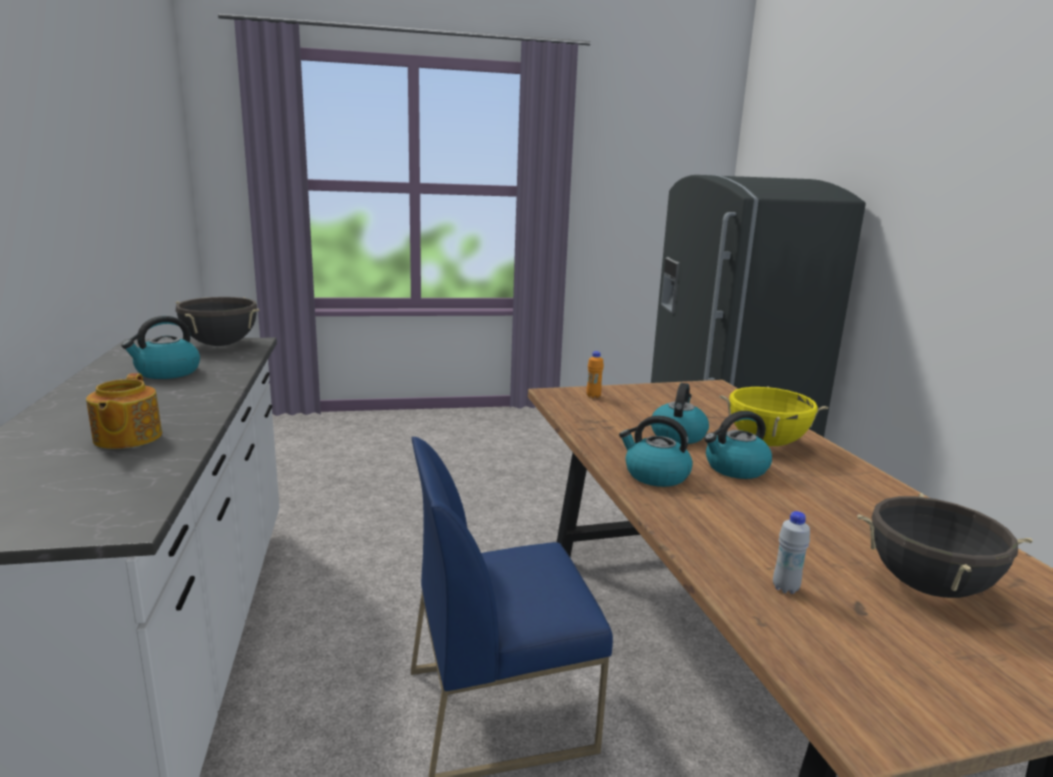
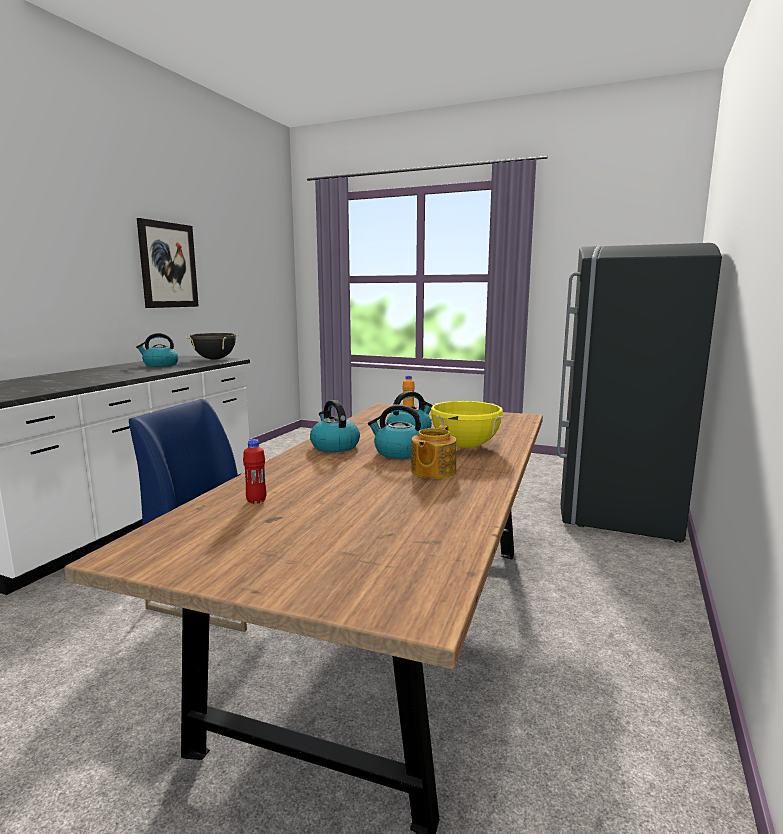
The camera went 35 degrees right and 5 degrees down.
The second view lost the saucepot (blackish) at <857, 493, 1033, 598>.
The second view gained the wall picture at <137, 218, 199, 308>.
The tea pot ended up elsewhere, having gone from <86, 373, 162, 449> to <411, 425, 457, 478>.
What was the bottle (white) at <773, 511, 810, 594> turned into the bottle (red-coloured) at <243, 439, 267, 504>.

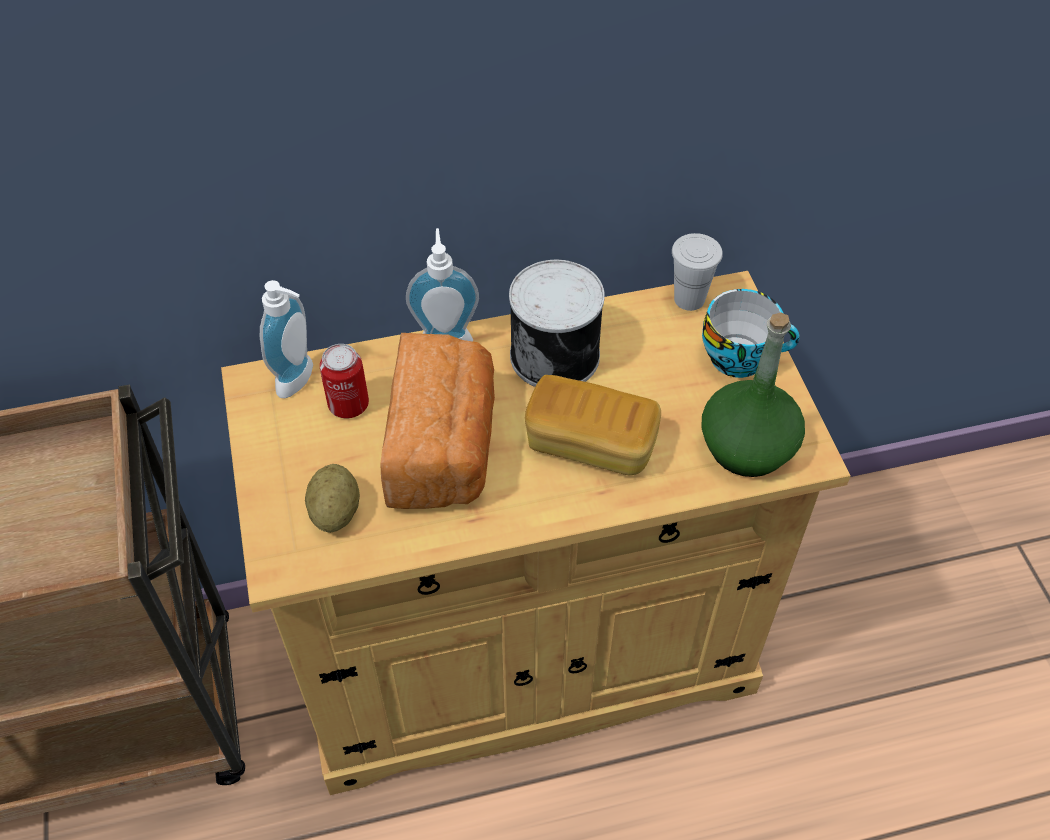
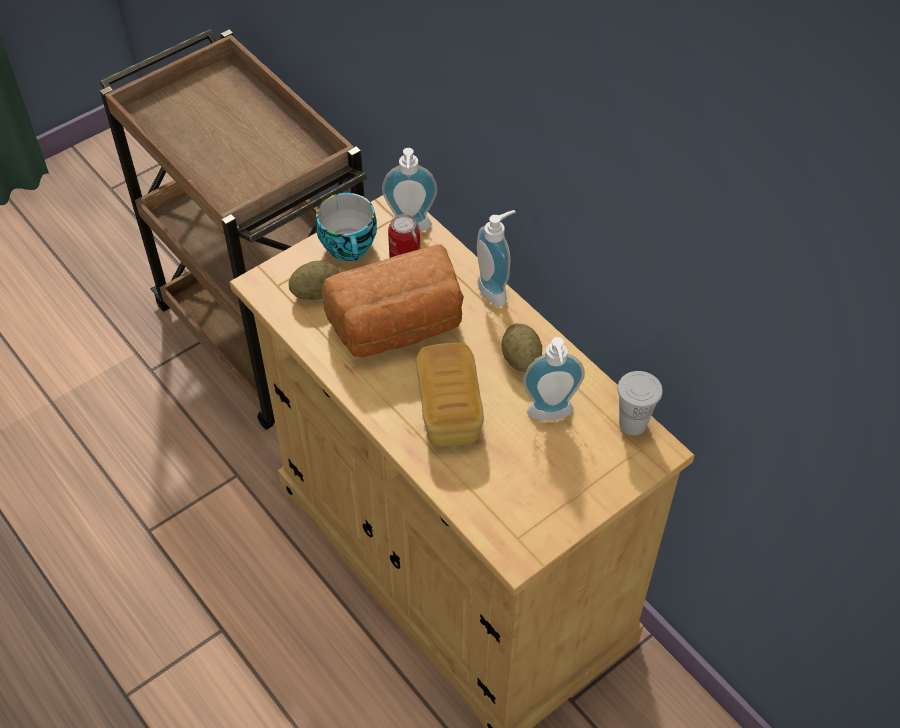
The camera went 65 degrees right and 0 degrees up.
The second view lost the bottle (green) at <701, 312, 805, 477>.
The second view gained the soap bottle at <523, 337, 585, 421>.
The small cup ended up elsewhere, having gone from <702, 289, 800, 378> to <316, 193, 377, 262>.
Where the sealed can stood at <509, 260, 605, 387>, the potato came to stand at <501, 323, 542, 372>.

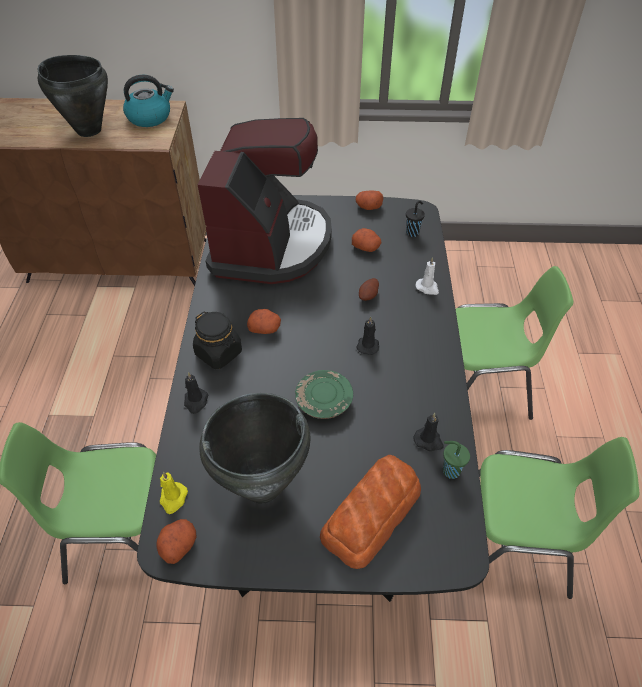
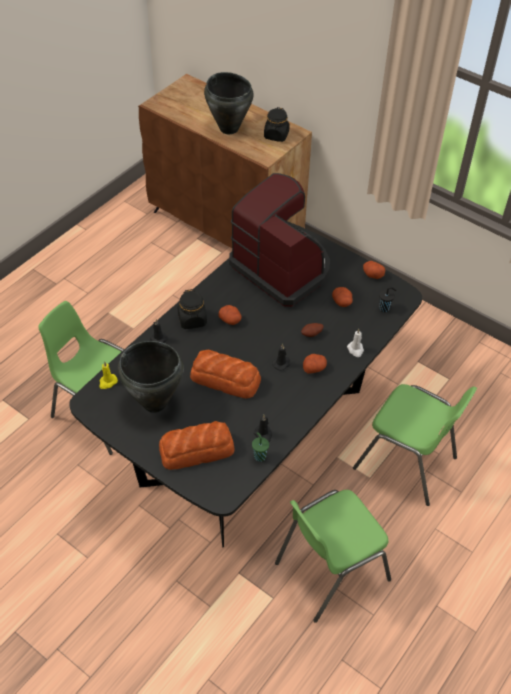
The camera went 35 degrees right and 0 degrees up.
The potato ended up elsewhere, having gone from <156, 519, 196, 564> to <303, 354, 327, 374>.
Where the water kettle stood at <123, 75, 174, 127>, the storage jar (blackish) came to stand at <264, 107, 290, 142>.
Where the flat dish (green) stood at <295, 370, 353, 419>, the bakery bread came to stand at <190, 350, 261, 398>.
The coffee machine at <198, 118, 332, 284> ended up facing another way, 90 degrees counterclockwise from before.
The plain chair (green) at <479, 437, 639, 599> ended up facing another way, 105 degrees clockwise from before.

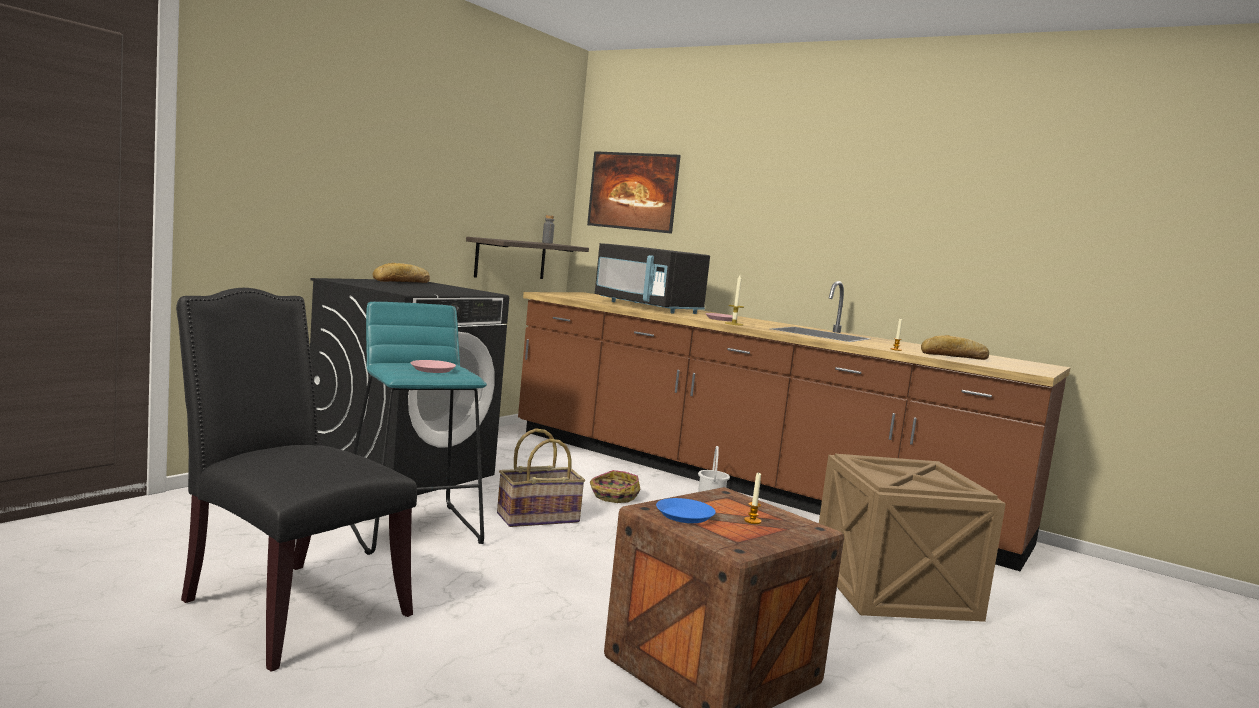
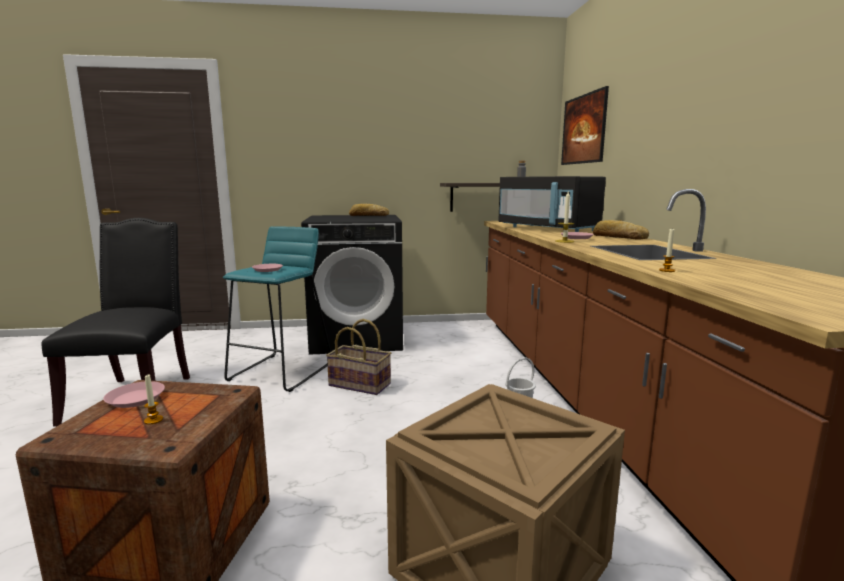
The camera went 50 degrees right and 5 degrees up.
The second view lost the storage basket at <590, 470, 641, 503>.
The bakery bread ended up elsewhere, having gone from <921, 335, 989, 360> to <593, 220, 649, 240>.
What was the flat dish (blue-coloured) at <656, 498, 716, 523> turned into the flat dish (pink-coloured) at <103, 381, 165, 408>.
The microwave (blackish) at <595, 243, 710, 314> ended up facing another way, 45 degrees counterclockwise from before.

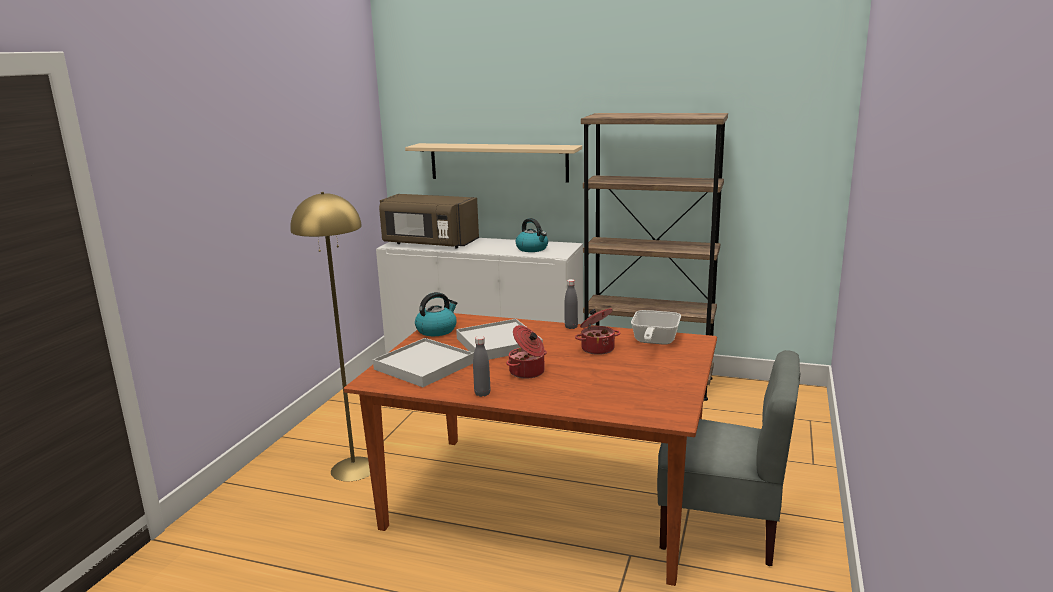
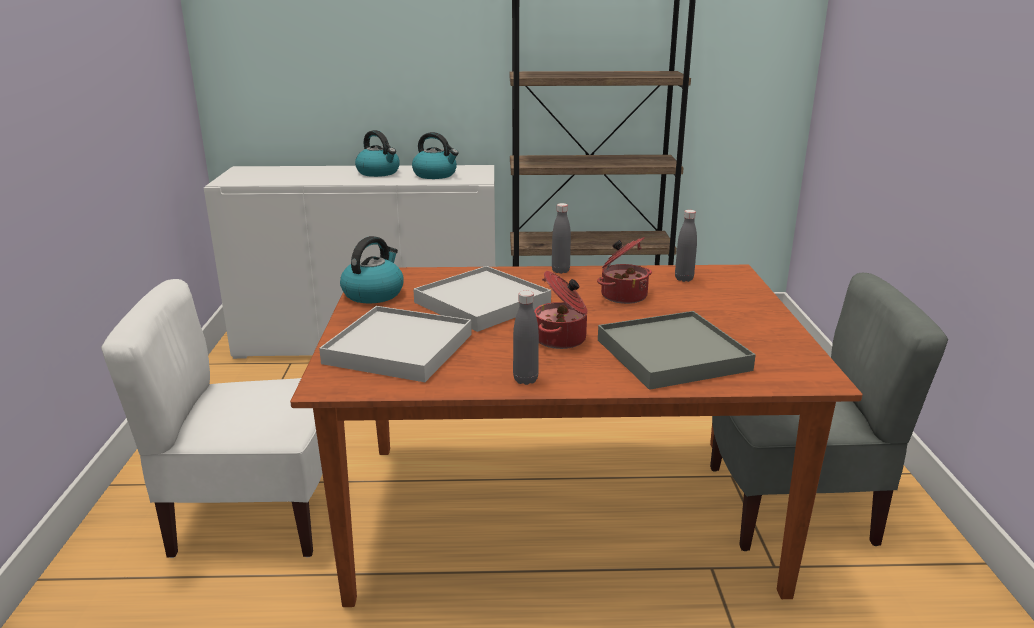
The camera went 20 degrees left and 5 degrees up.
The second view lost the microwave (brownish) at <379, 194, 479, 249>.
The second view lost the bracket shelf (beige) at <405, 143, 582, 183>.
The second view gained the water kettle at <355, 130, 400, 177>.
The second view gained the tray (grey) at <598, 311, 756, 390>.
Where the standard lamp (yellow-coloured) stood at <290, 192, 370, 481>, the plain chair (white) came to stand at <101, 279, 322, 558>.
Where the skillet stood at <631, 310, 681, 345>, the bottle (grey) came to stand at <675, 210, 697, 282>.

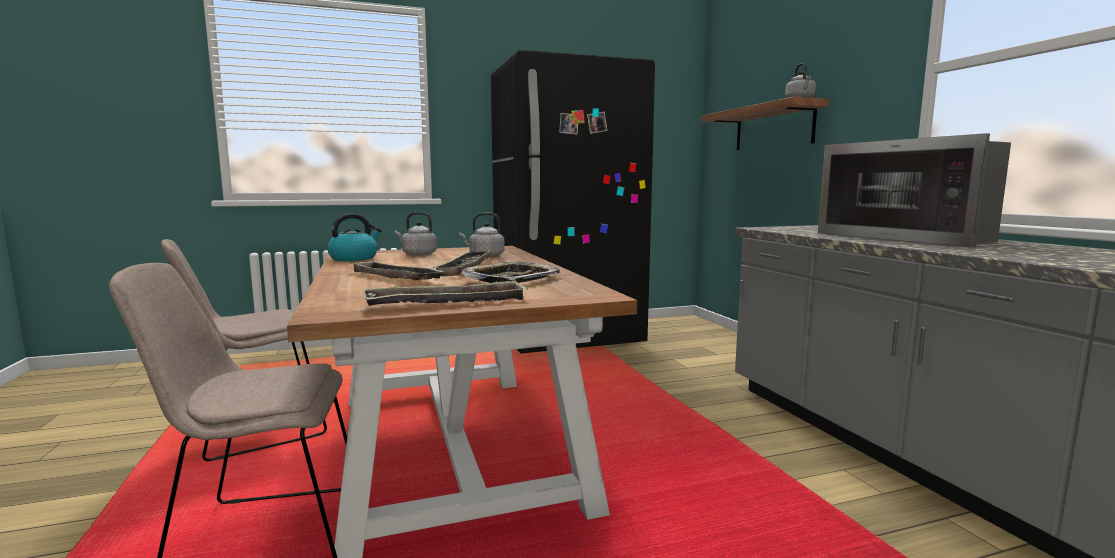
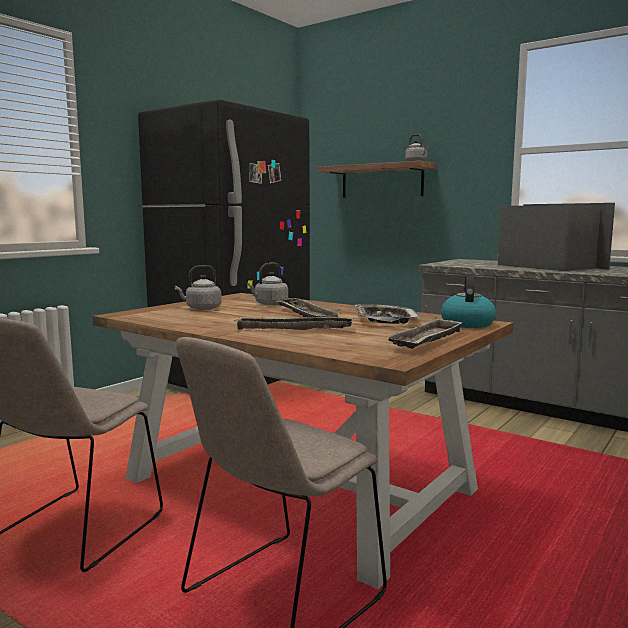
The camera went 35 degrees left and 0 degrees up.
The water kettle ended up elsewhere, having gone from <327, 214, 381, 261> to <441, 274, 496, 328>.
The microwave at <818, 133, 1011, 247> ended up facing another way, 150 degrees counterclockwise from before.

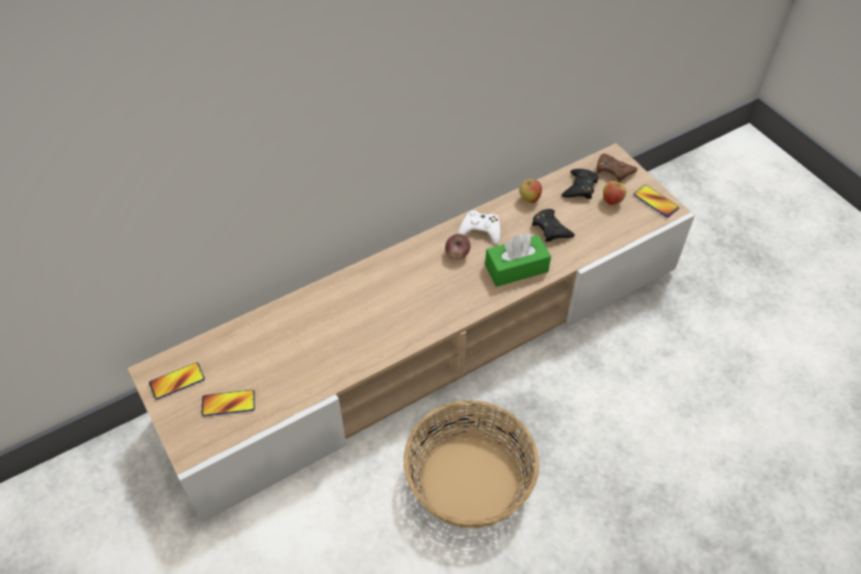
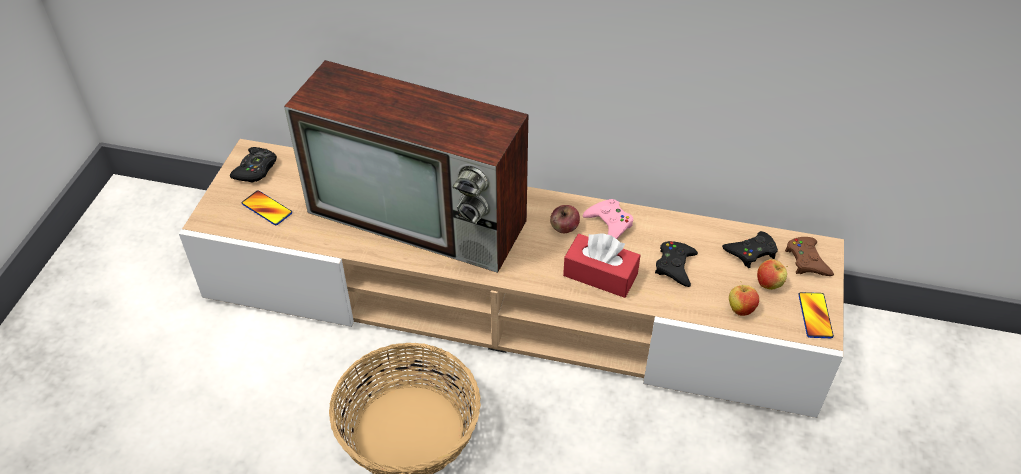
The camera went 45 degrees right and 5 degrees down.
The second view gained the TV set at <284, 60, 528, 273>.
The whole apple ended up elsewhere, having gone from <519, 179, 542, 203> to <729, 281, 759, 316>.
Where the telephone stood at <149, 362, 205, 400>, the joypad (blackish) came to stand at <230, 147, 277, 182>.
What was the joypad (white) at <458, 210, 500, 245> turned into the joypad (pink-coloured) at <583, 199, 633, 239>.
What was the tissue holder (green) at <485, 233, 551, 287> turned into the tissue holder (red-coloured) at <563, 233, 641, 298>.

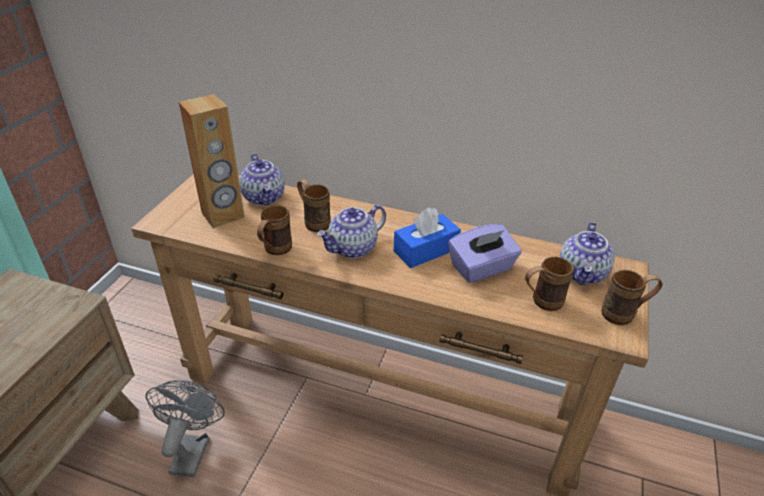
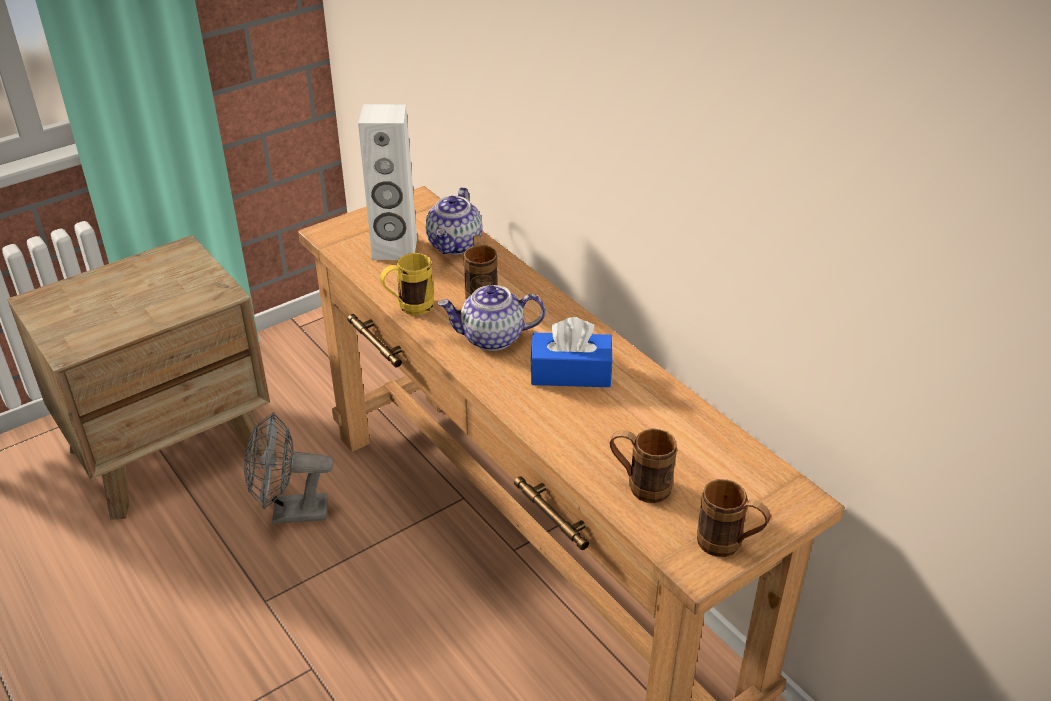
The camera went 35 degrees right and 0 degrees up.
The second view lost the tissue holder (purple-coloured) at <448, 224, 522, 283>.
The second view lost the tea pot at <560, 222, 615, 285>.
What was the speaker (brownish) at <179, 94, 245, 228> turned into the speaker (white) at <358, 104, 417, 260>.
What was the coffee mug (brownish) at <257, 205, 292, 255> turned into the coffee mug (yellow-coloured) at <380, 253, 434, 315>.
The cooling fan (grey) at <146, 380, 225, 477> ended up facing another way, 135 degrees counterclockwise from before.

